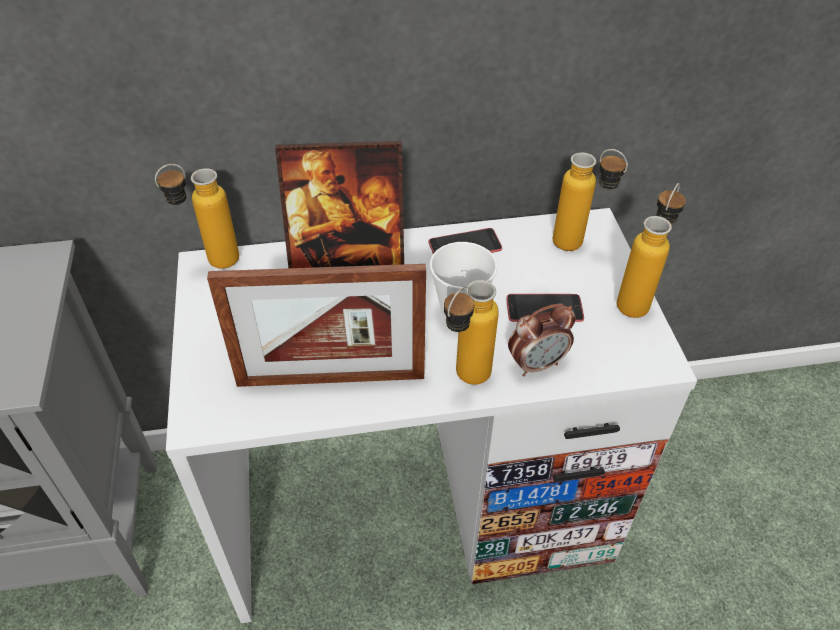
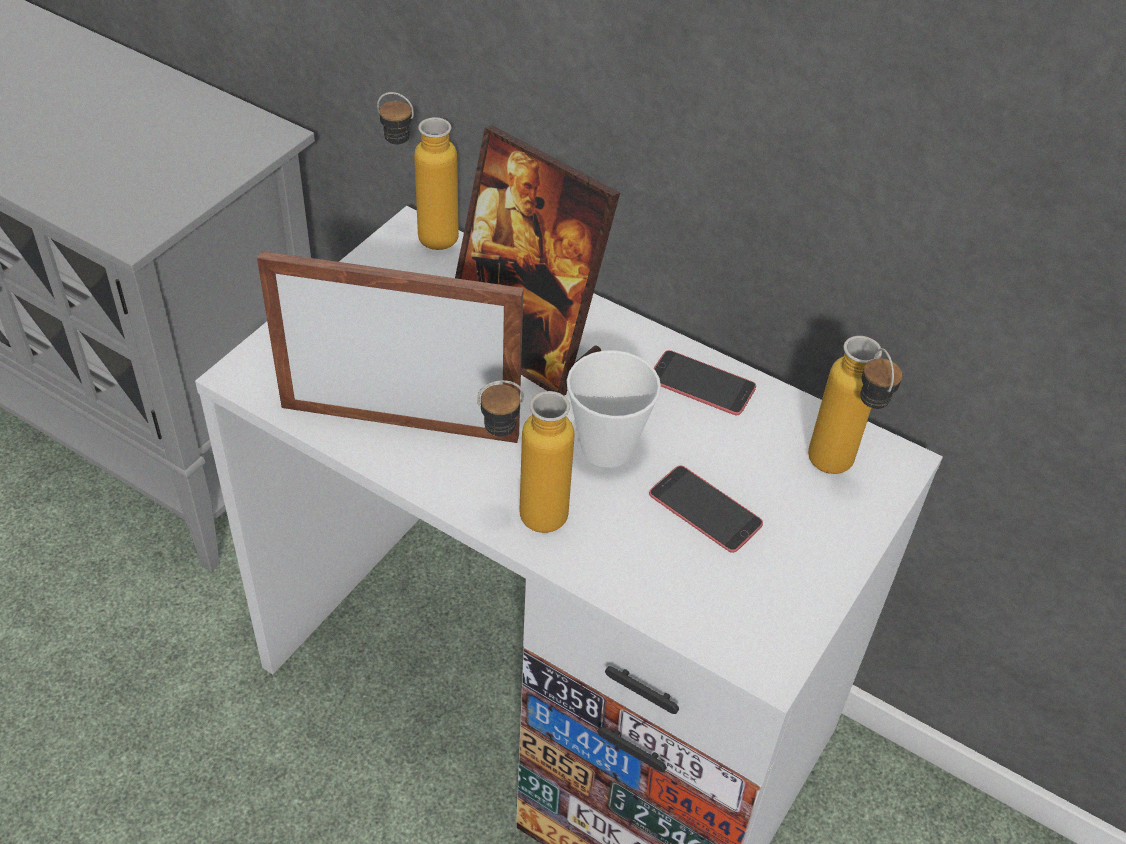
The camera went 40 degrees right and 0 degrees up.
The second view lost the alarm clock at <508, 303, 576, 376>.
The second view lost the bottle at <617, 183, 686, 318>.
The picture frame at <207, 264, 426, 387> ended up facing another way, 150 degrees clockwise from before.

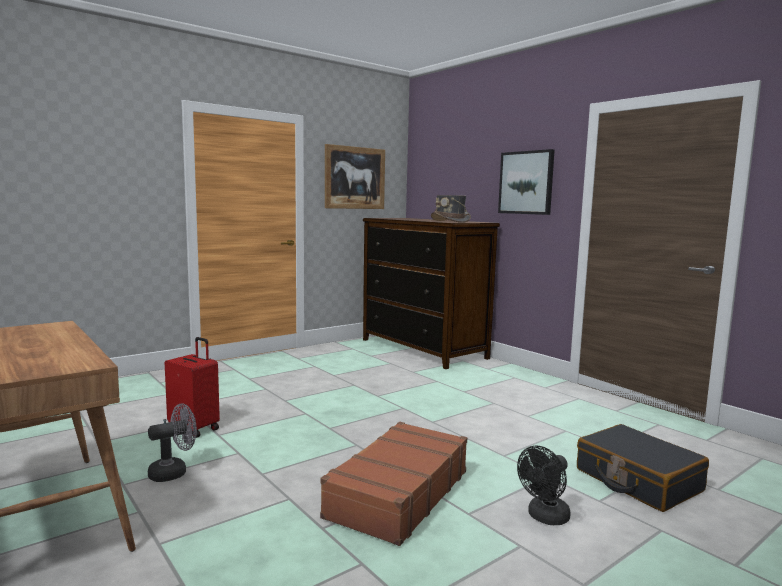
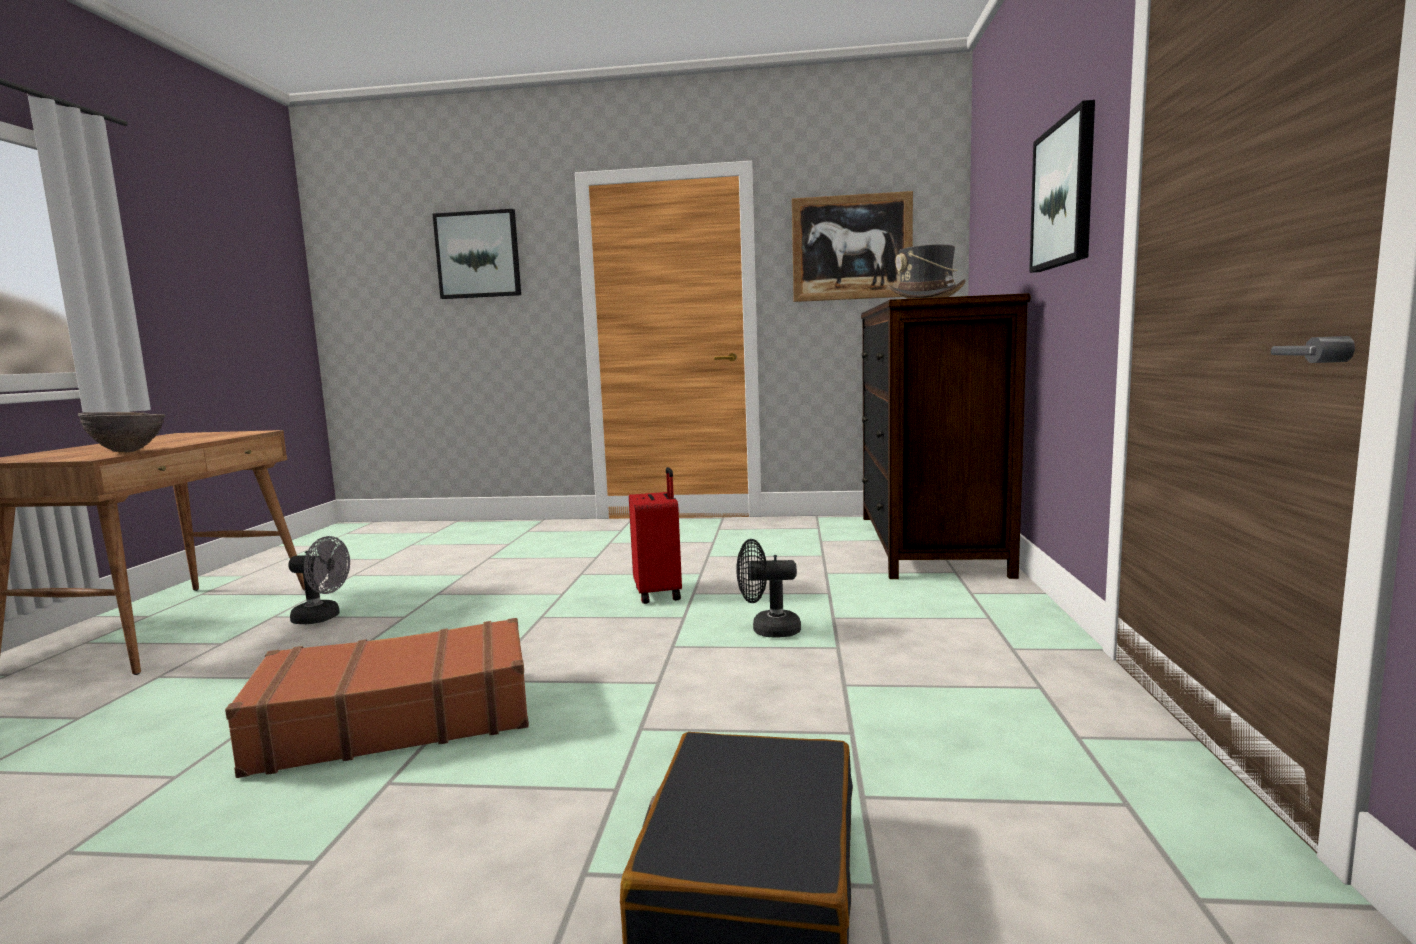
The camera went 45 degrees right and 0 degrees up.
The second view gained the bowl (brownish) at <78, 412, 165, 453>.
The second view gained the wall picture at <433, 209, 521, 299>.
The travel case (red-coloured) ended up elsewhere, having gone from <165, 337, 220, 438> to <629, 467, 682, 604>.
The cooling fan (blackish) ended up elsewhere, having gone from <517, 446, 571, 525> to <736, 539, 801, 637>.

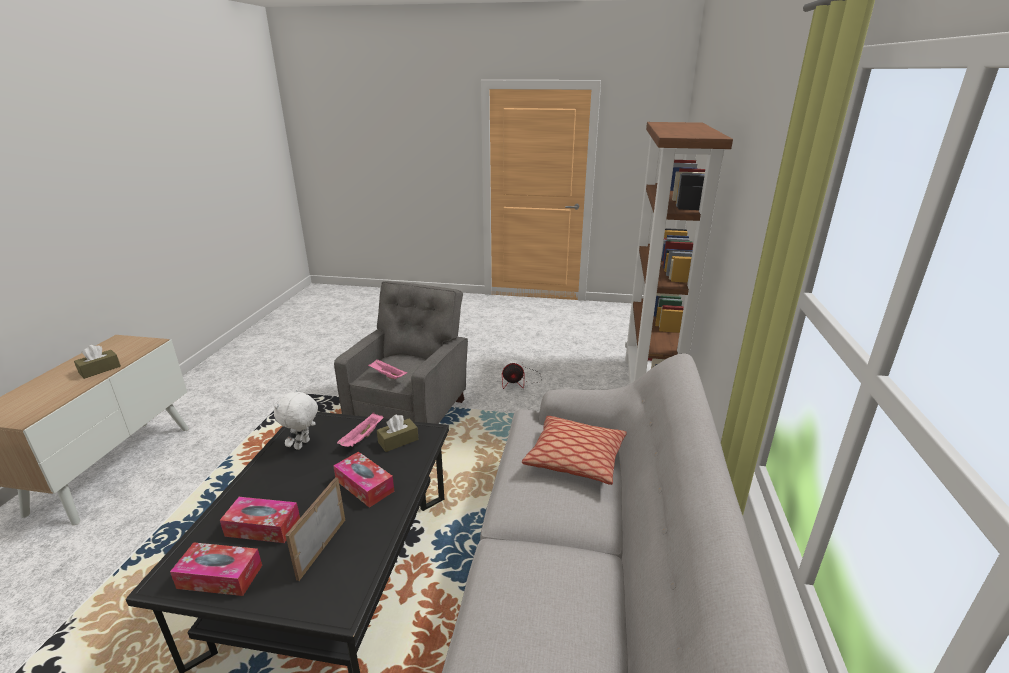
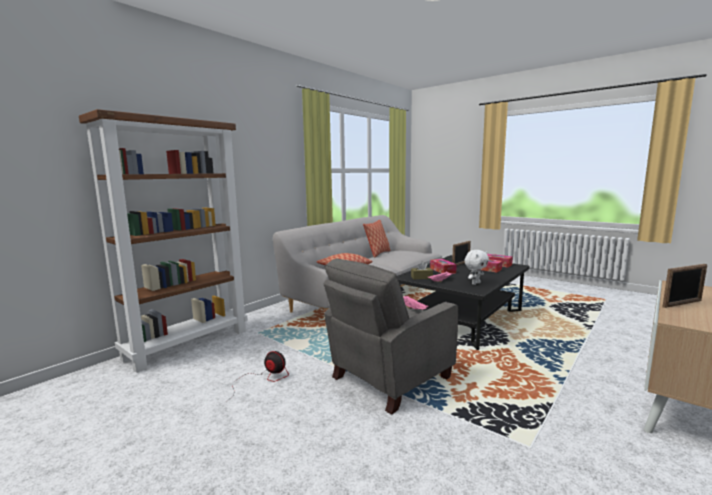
The camera went 150 degrees left and 15 degrees down.
The second view gained the cushion at <363, 220, 390, 258>.
Where the tissue holder (brownish) stood at <74, 345, 121, 379>, the picture frame came to stand at <662, 264, 707, 308>.

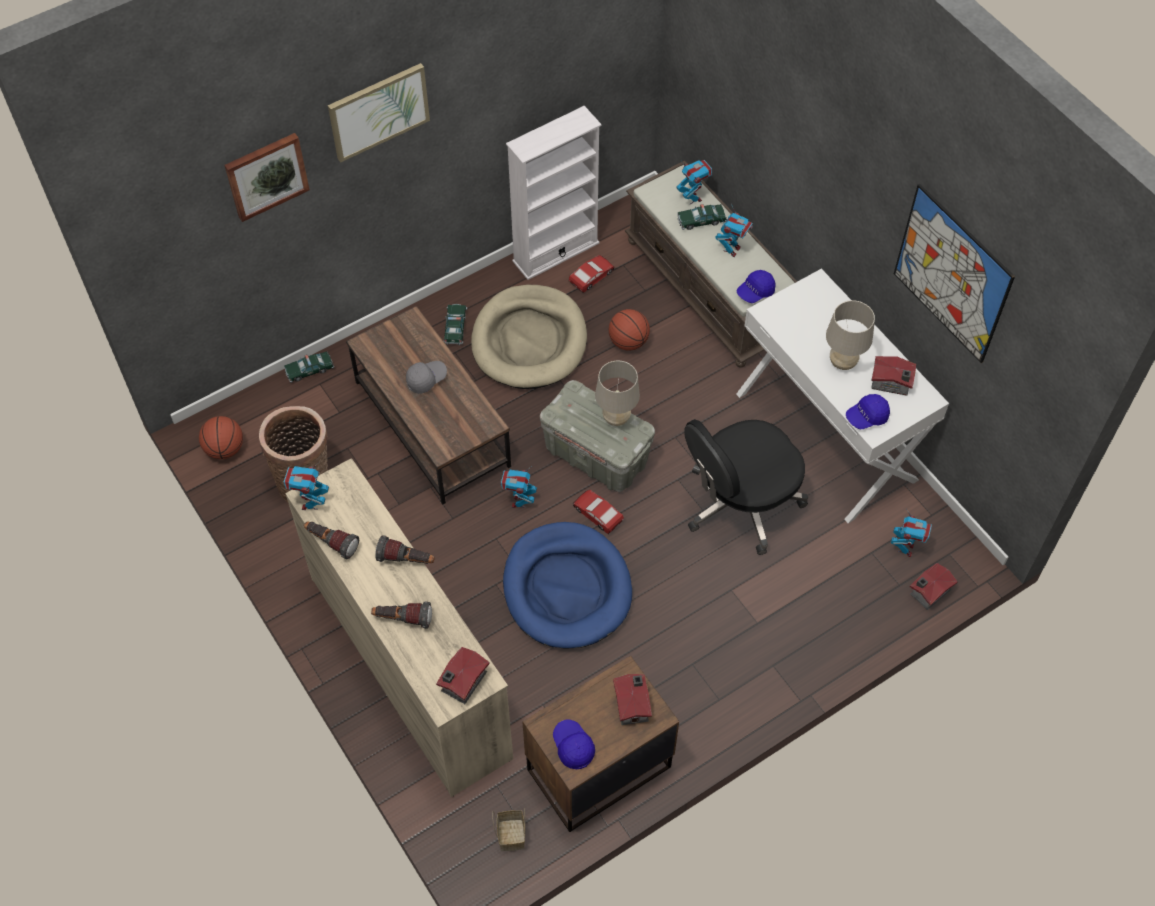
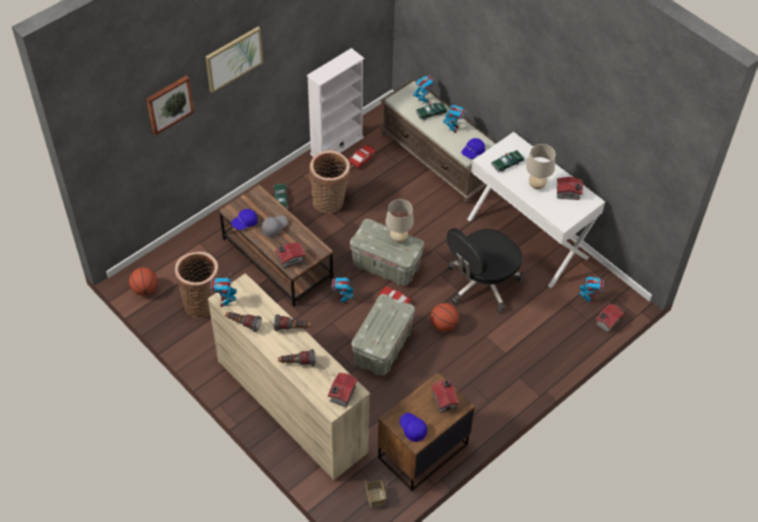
The camera went 10 degrees left and 5 degrees down.
The second view lost the wall picture at <894, 184, 1015, 363>.
The second view gained the miniature house at <275, 242, 305, 269>.
The model car ended up elsewhere, having gone from <284, 351, 334, 383> to <491, 150, 525, 172>.
The basketball ended up elsewhere, having gone from <609, 309, 650, 351> to <430, 303, 459, 332>.
The cap (blue-coloured) ended up elsewhere, having gone from <846, 394, 890, 430> to <231, 209, 258, 230>.
Where the dog cushion (beige) stood at <471, 285, 587, 389>, the storage basket came to stand at <309, 150, 350, 214>.
Where the dog cushion (blue-coloured) stood at <503, 522, 632, 648>, the storage bin (grey) came to stand at <351, 294, 415, 376>.

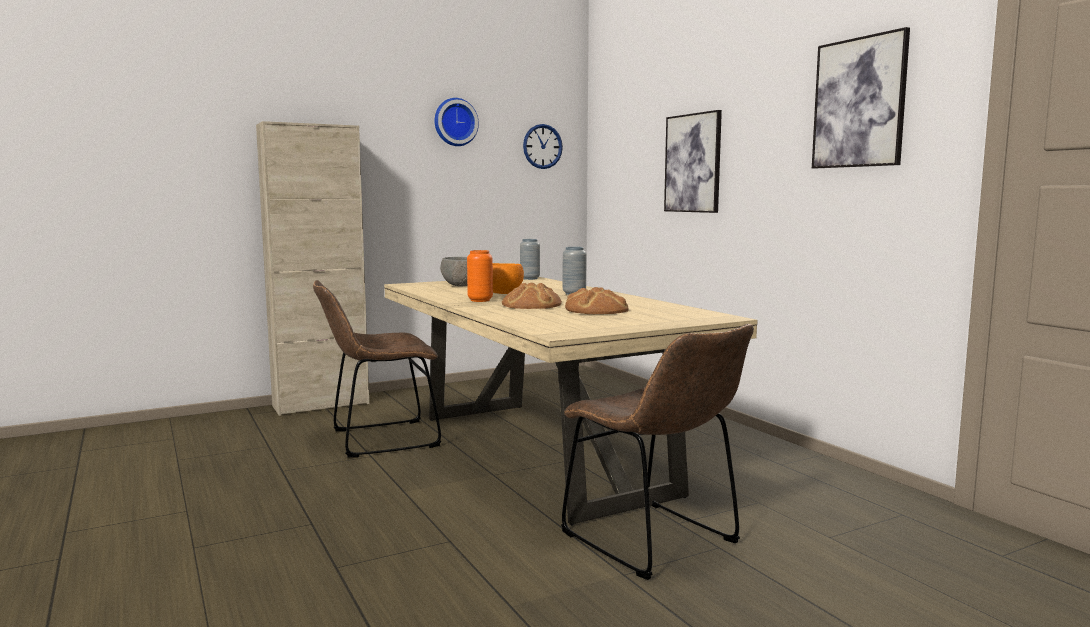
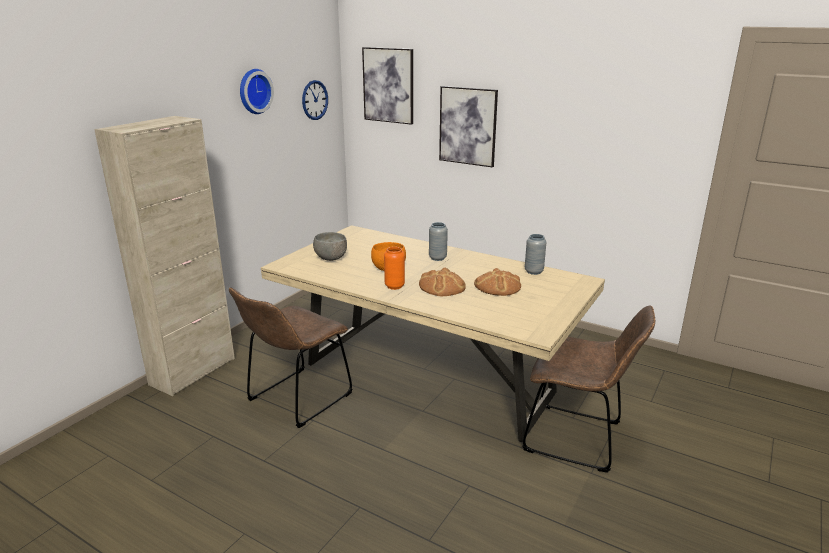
The camera went 30 degrees left and 15 degrees up.
The decorative vase (grey) ended up elsewhere, having gone from <520, 239, 540, 280> to <525, 234, 546, 275>.
The wall picture ended up elsewhere, having gone from <812, 27, 910, 169> to <362, 47, 413, 125>.

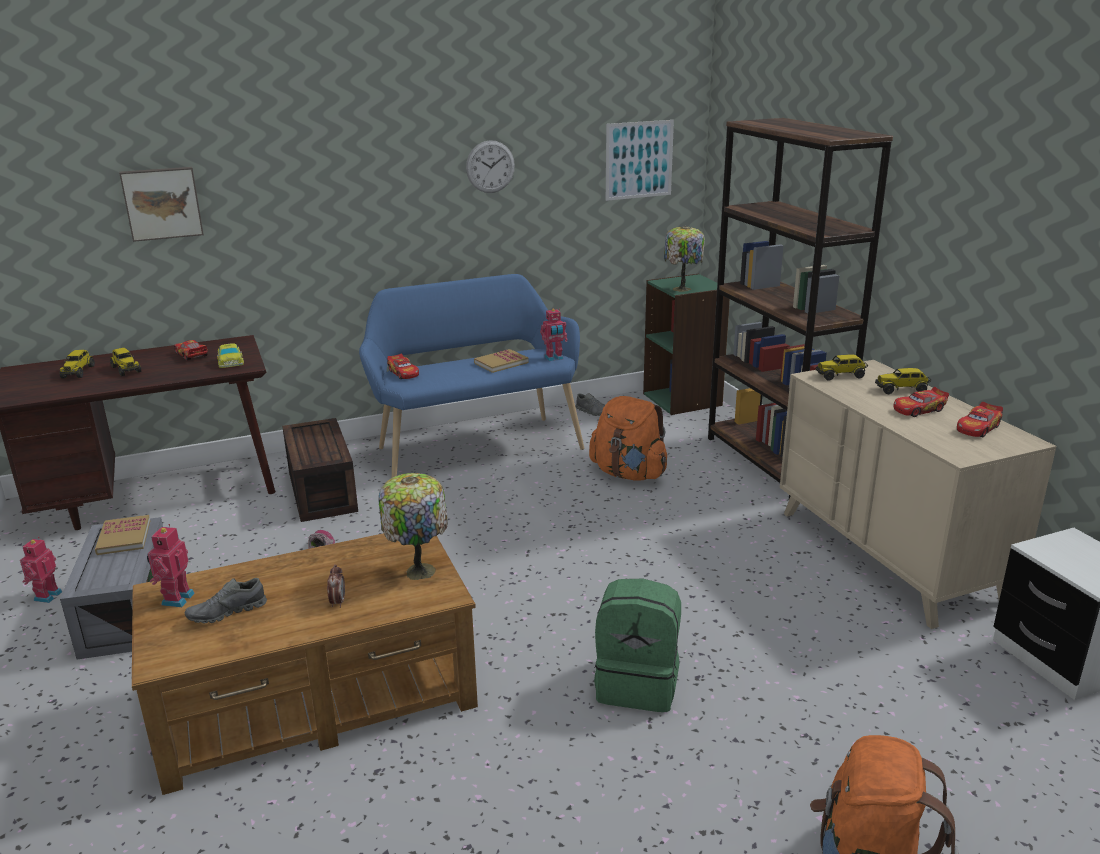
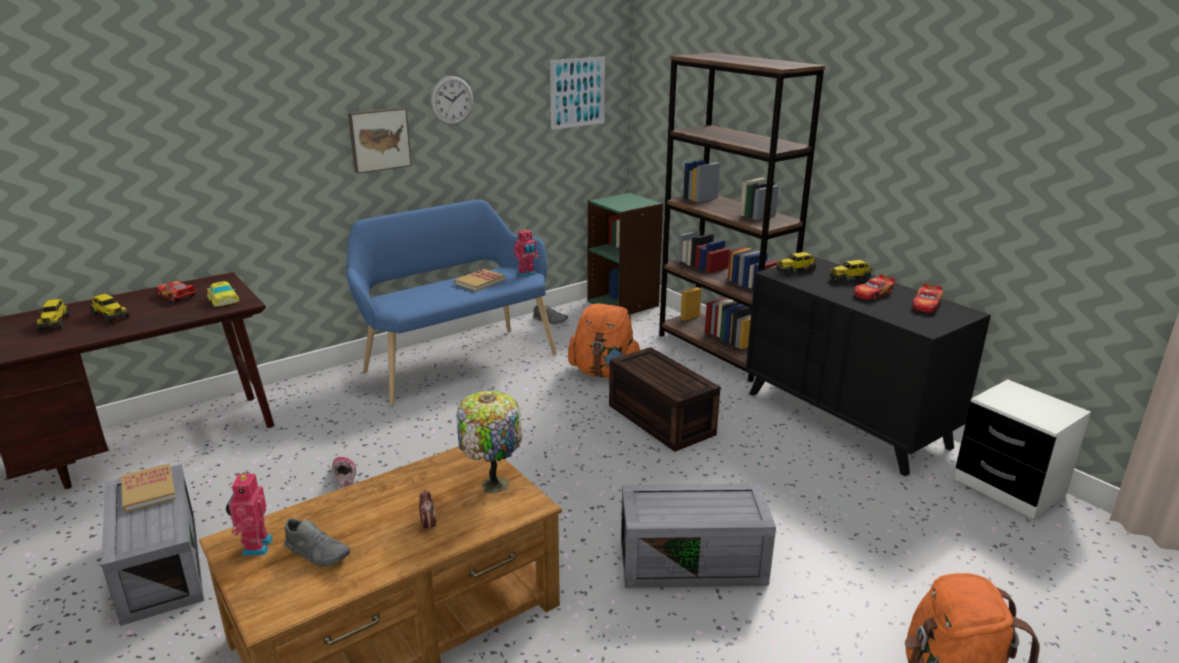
The camera went 15 degrees left and 0 degrees up.
The second view lost the model robot at <20, 537, 62, 603>.
The second view lost the model car at <387, 354, 419, 379>.
The second view lost the lamp for a table at <664, 226, 705, 292>.
The wall picture ended up elsewhere, having gone from <119, 167, 204, 242> to <348, 107, 412, 174>.
The storage bin (brownish) ended up elsewhere, having gone from <282, 418, 358, 522> to <609, 347, 721, 452>.
Where the rucksack (green) stood at <594, 579, 681, 712>, the storage bin (grey) came to stand at <621, 484, 776, 588>.
What was the chest of drawers (beige) at <780, 360, 1056, 629> turned into the chest of drawers (blackish) at <746, 256, 991, 476>.
The shoe (grey) at <185, 578, 267, 623> ended up facing another way, 105 degrees counterclockwise from before.

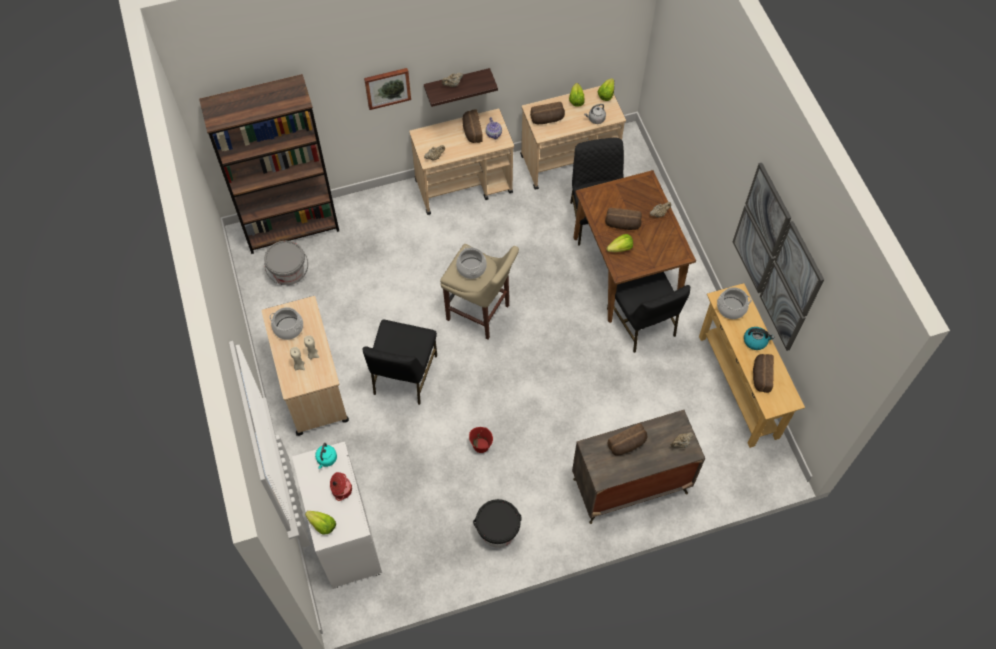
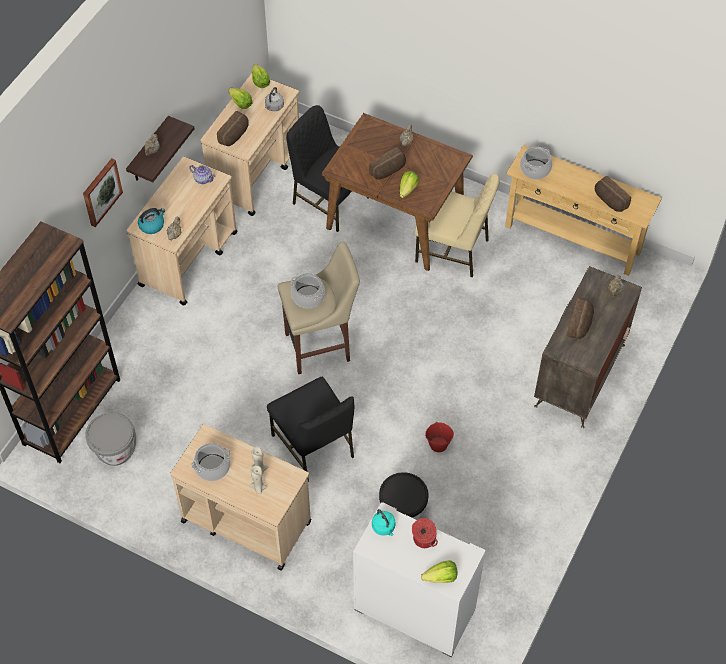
The camera went 45 degrees left and 5 degrees down.
The second view lost the bakery bread at <463, 109, 483, 143>.
The second view lost the wall picture at <733, 163, 824, 351>.
The water bucket (blackish) ended up elsewhere, having gone from <473, 499, 522, 548> to <379, 472, 428, 520>.
The water kettle ended up elsewhere, having gone from <744, 327, 774, 350> to <138, 208, 165, 234>.
What was the plain chair (blackish) at <607, 272, 690, 353> turned into the plain chair (beige) at <415, 173, 500, 278>.

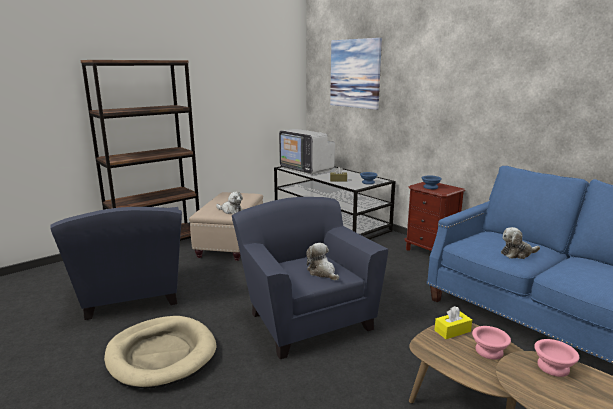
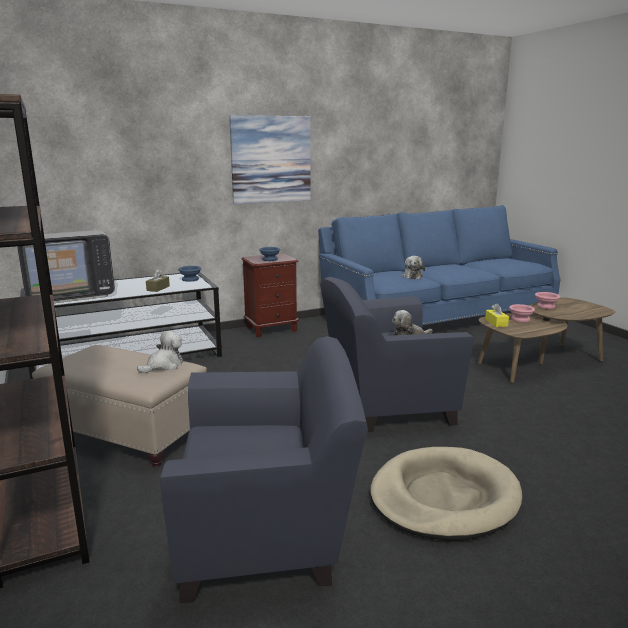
The camera went 75 degrees left and 0 degrees up.
The wall picture ended up elsewhere, having gone from <330, 38, 382, 110> to <229, 115, 311, 204>.

